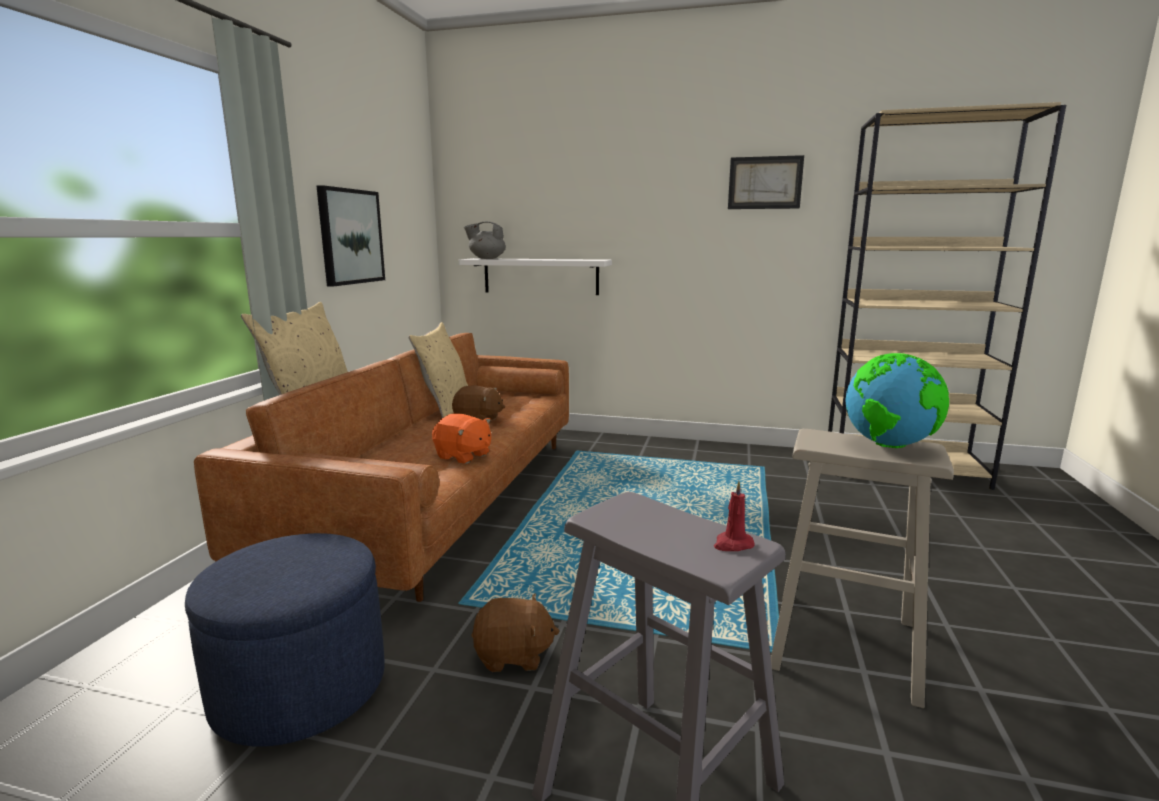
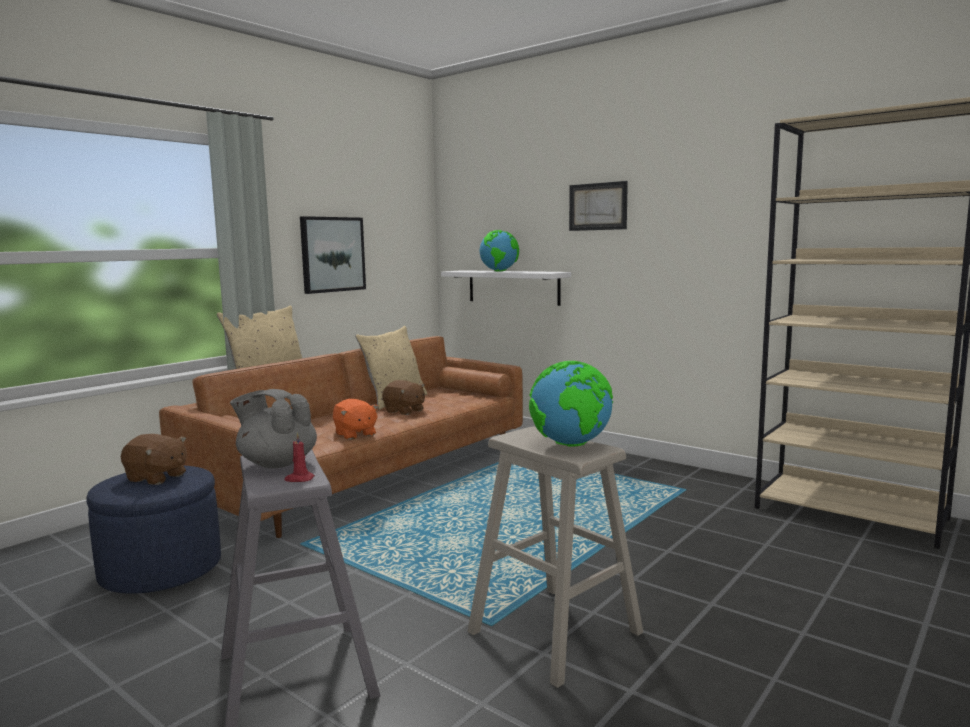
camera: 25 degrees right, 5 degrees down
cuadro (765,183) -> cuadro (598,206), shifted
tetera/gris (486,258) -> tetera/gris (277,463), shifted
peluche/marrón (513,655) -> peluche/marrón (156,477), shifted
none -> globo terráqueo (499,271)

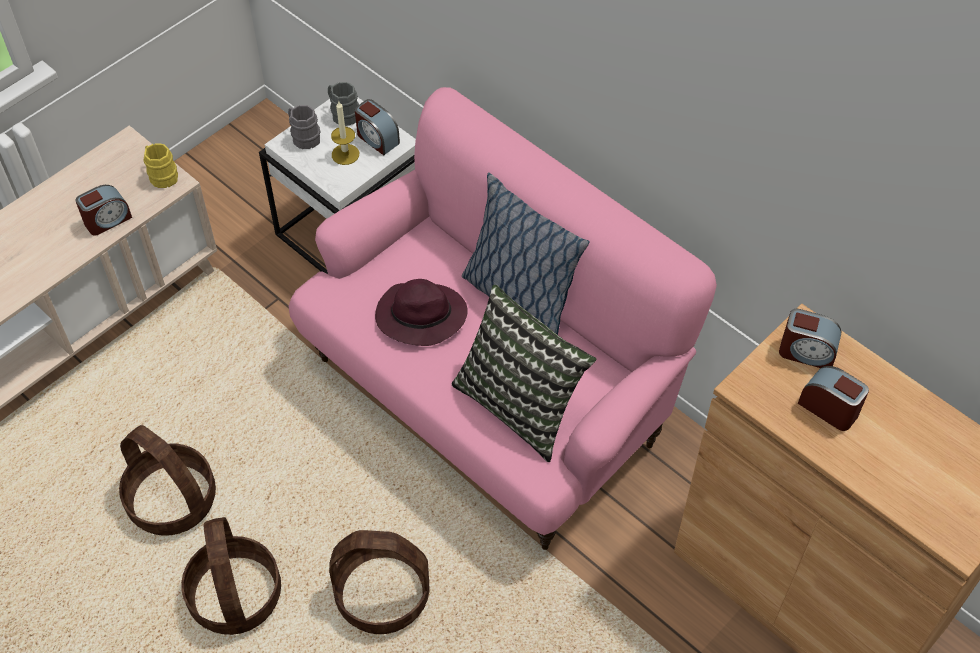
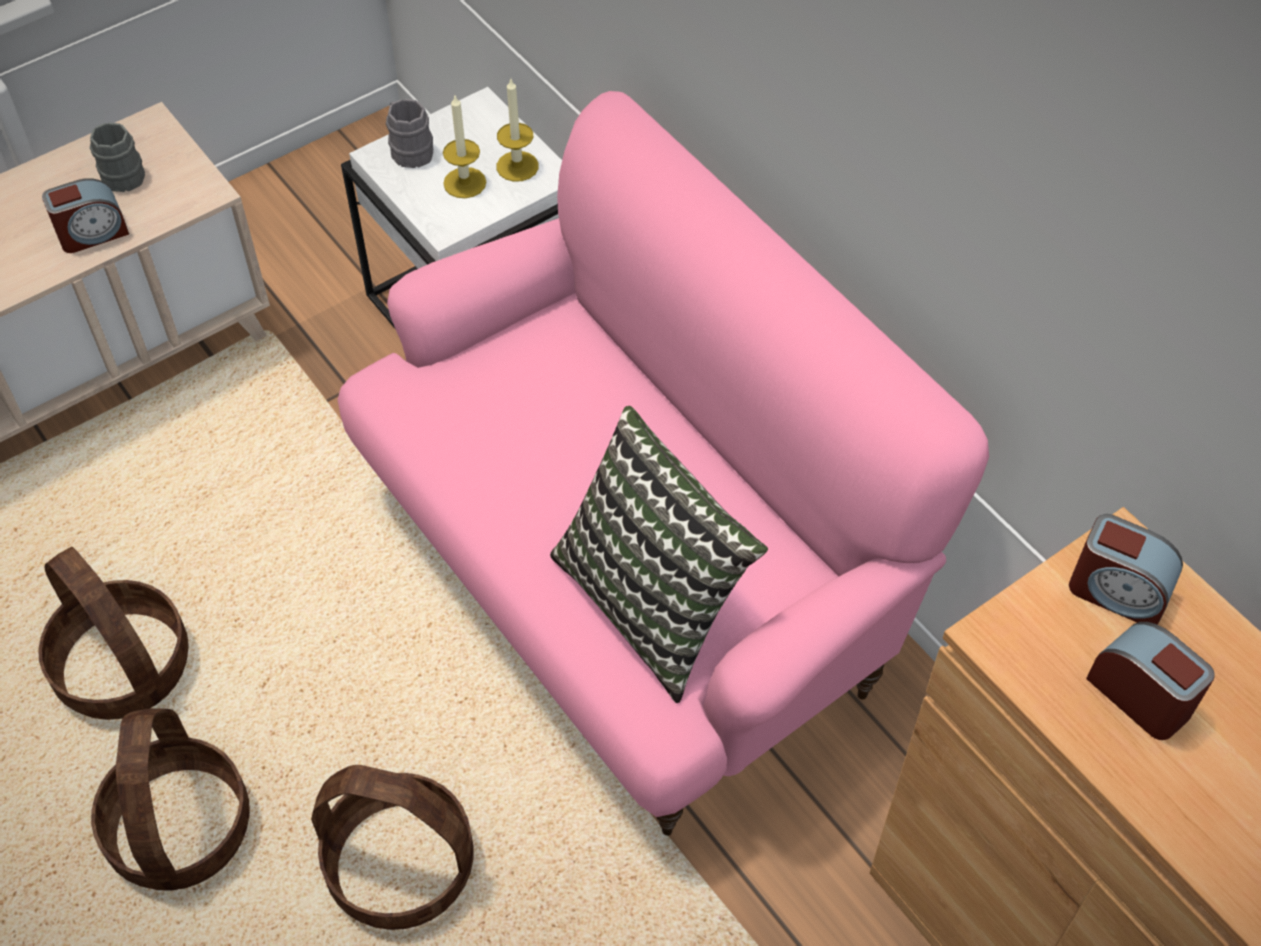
camera: 10 degrees right, 0 degrees up
taza grande/gris (343,114) -> taza grande/gris (120,173), shifted
despertador (377,139) -> vela (517,166)
taza grande/amarillo (161,175) -> none
cojín (519,299) -> none
sombrero/morado (419,317) -> none

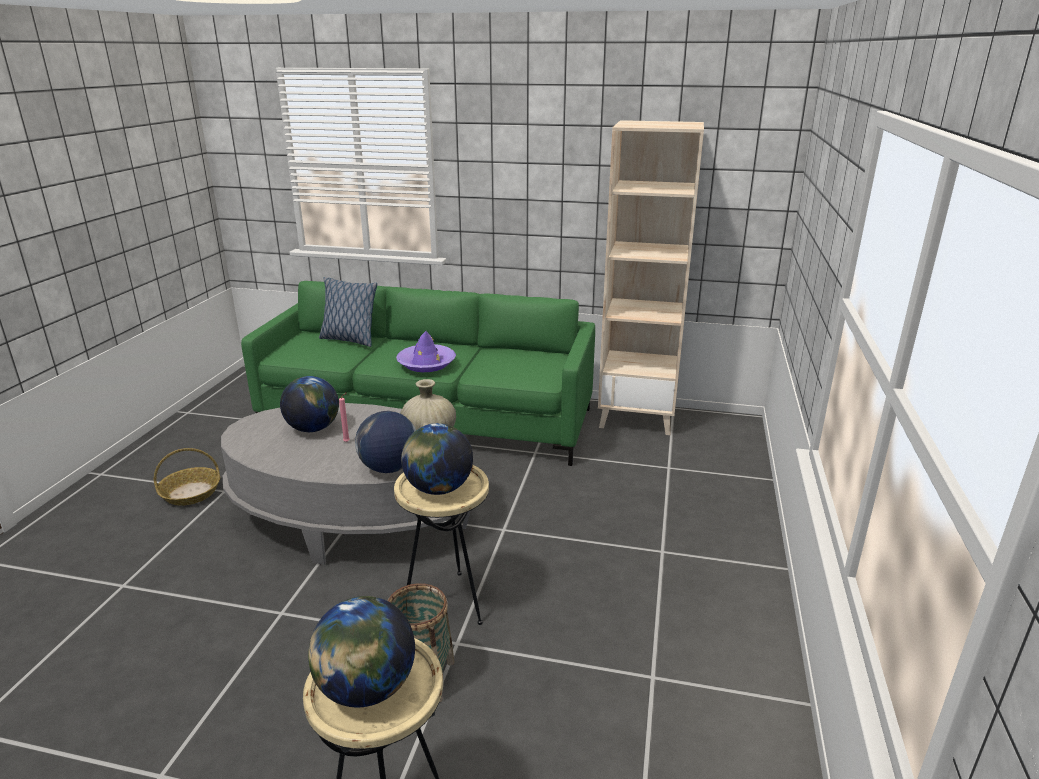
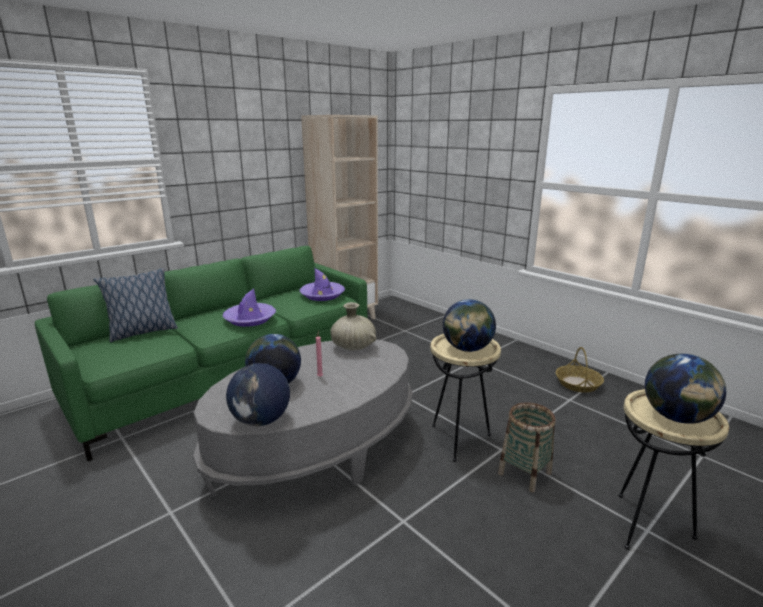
camera: 55 degrees left, 5 degrees down
globo terráqueo (389,468) -> globo terráqueo (261,421), shifted
cesta (191,493) -> cesta (577,383), shifted
none -> sombrero/morado (322,295)

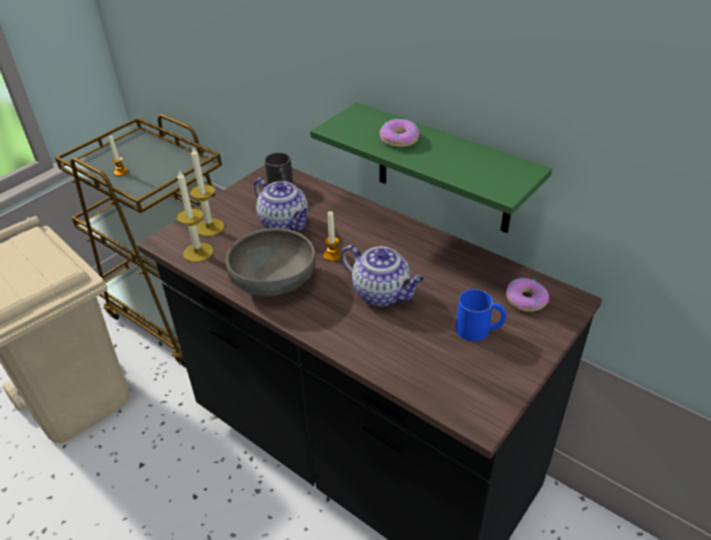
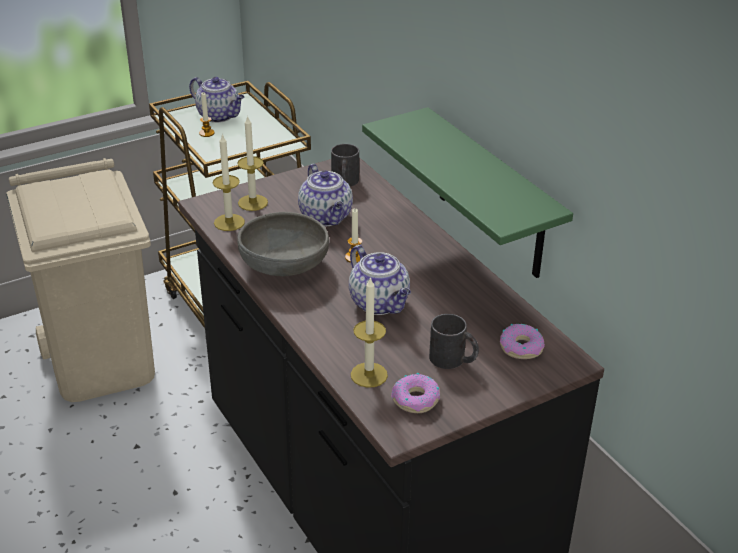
camera: 20 degrees right, 5 degrees down
rosquilla (400,139) -> rosquilla (416,399), shifted
taza grande/azul (479,329) -> taza grande/negro (453,360)
none -> tetera (219,116)
none -> vela (369,375)

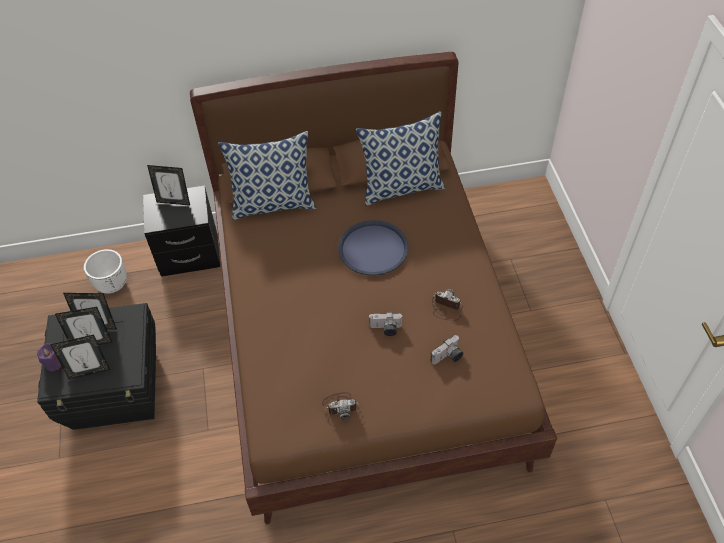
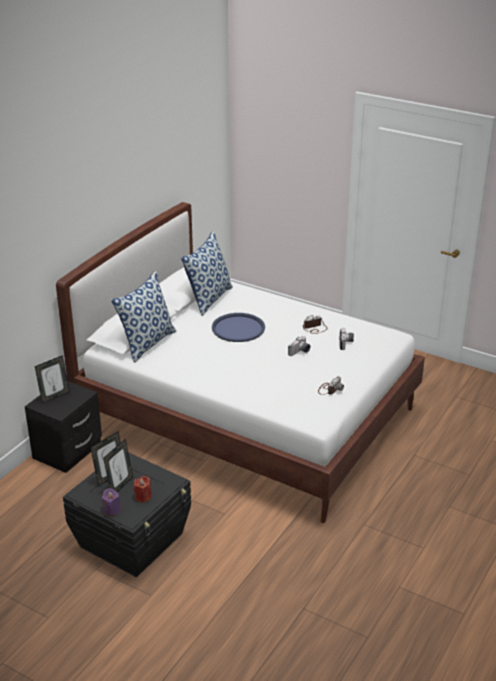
camera: 50 degrees left, 20 degrees down
cama/marrón (365,338) -> cama/blanco (247,416)
maceta/blanco (113,285) -> none
portarretratos (89,371) -> vela/rojo (143,497)

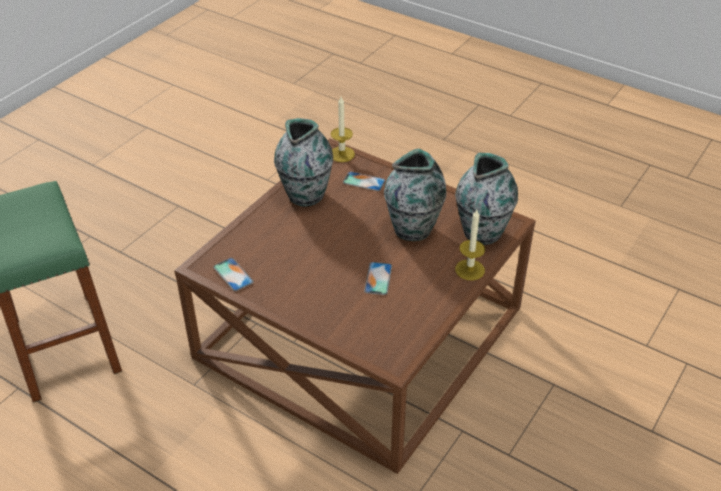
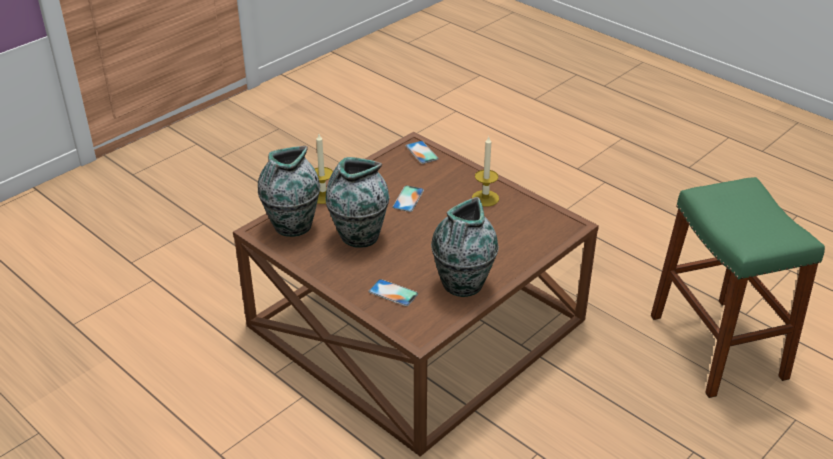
camera: 170 degrees left, 5 degrees down
vela (342,154) -> vela (485,198), shifted
móvil (233,274) -> móvil (421,152), shifted

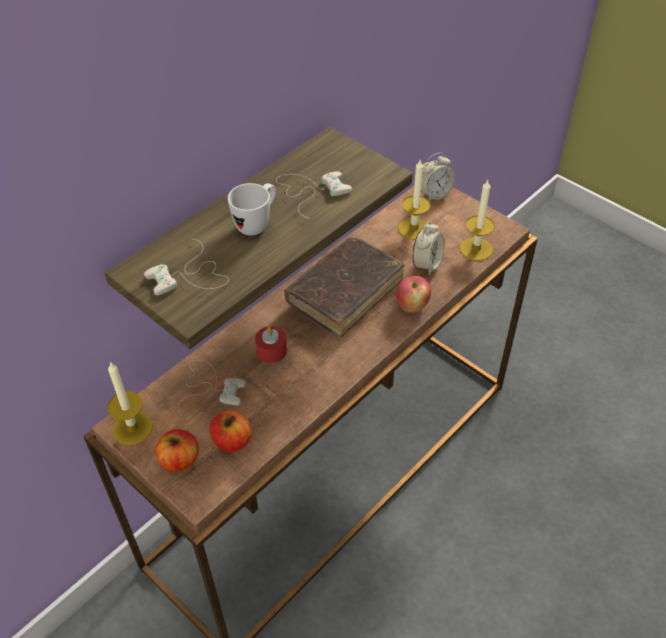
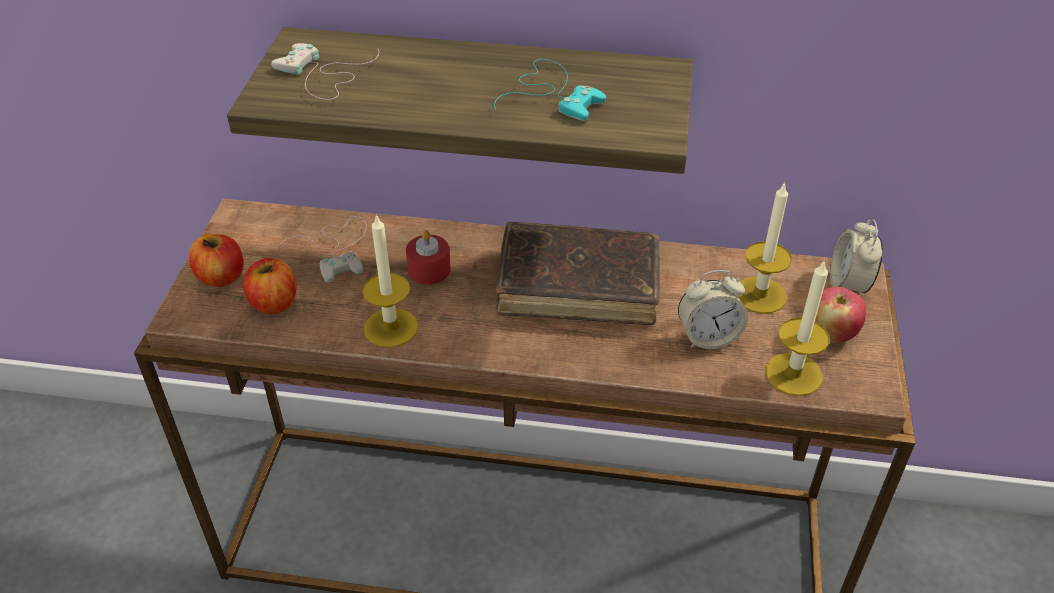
camera: 55 degrees right, 5 degrees down
despertador (434,194) -> despertador (849,284), 75 degrees clockwise
mando de consola/blanco (310,191) -> mando de consola/turquesa (552,93)
taza grande/blanco (257,223) -> none
manzana (412,306) -> manzana (830,334), shifted
vela (132,428) -> vela (391,327), shifted

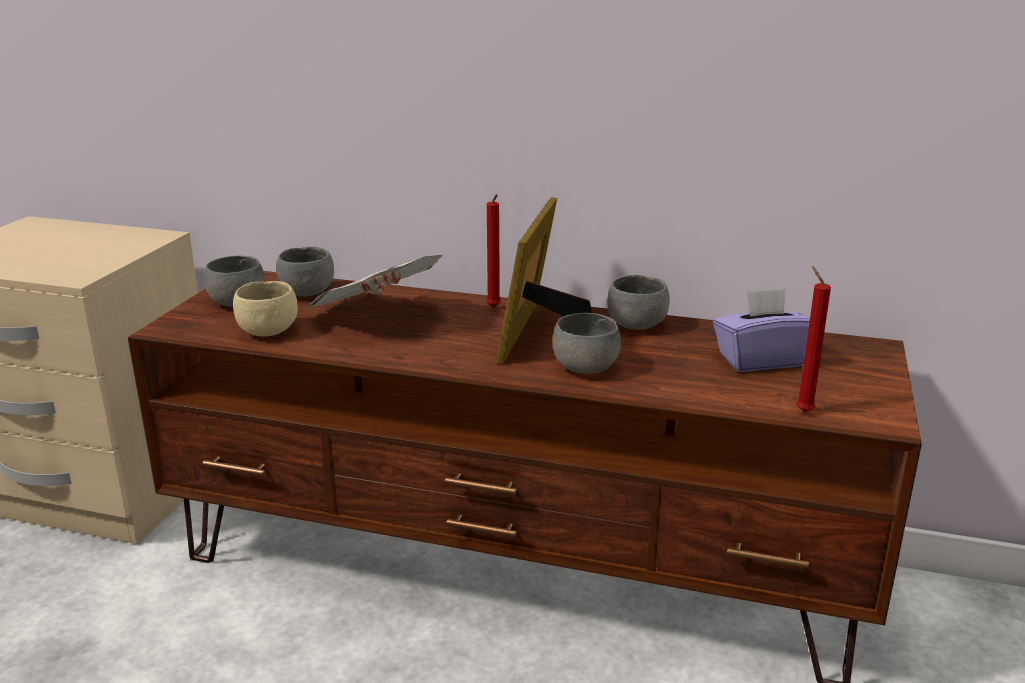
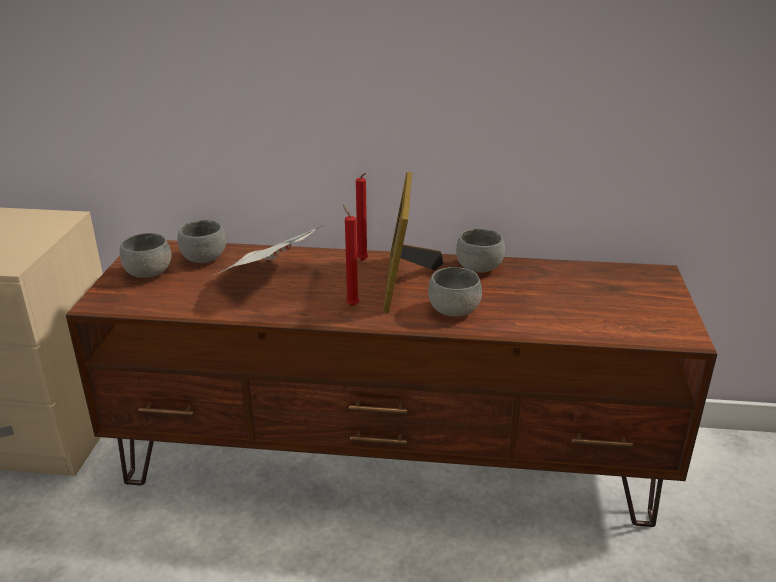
camera: 10 degrees left, 5 degrees up
vela/rojo (802,410) -> vela/rojo (351,305), shifted
cuenco/beis (268,331) -> none
caja de pañuelos/morado (762,360) -> none

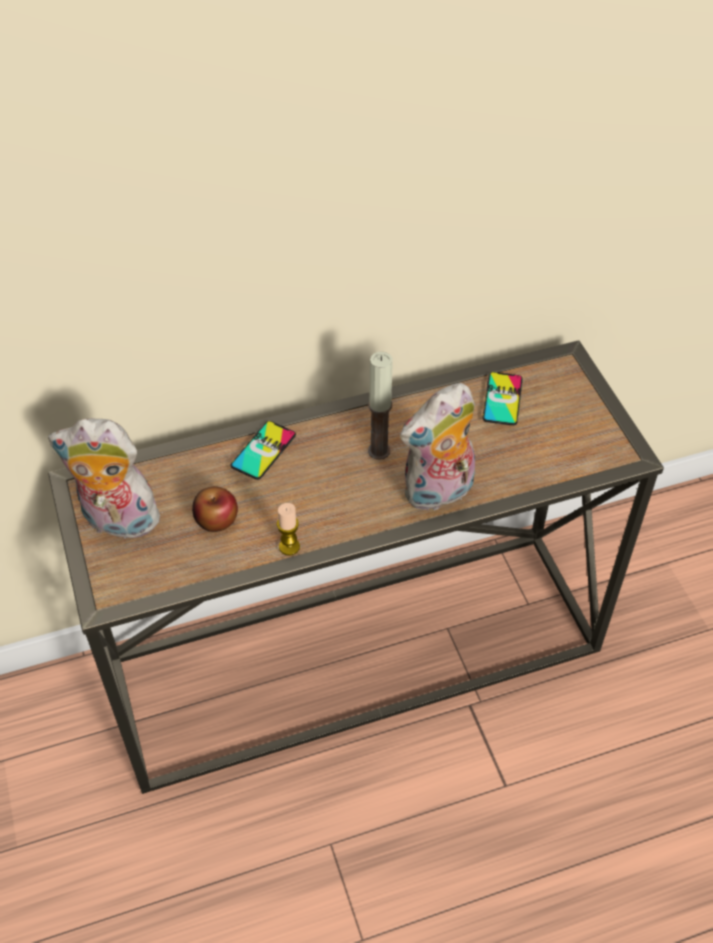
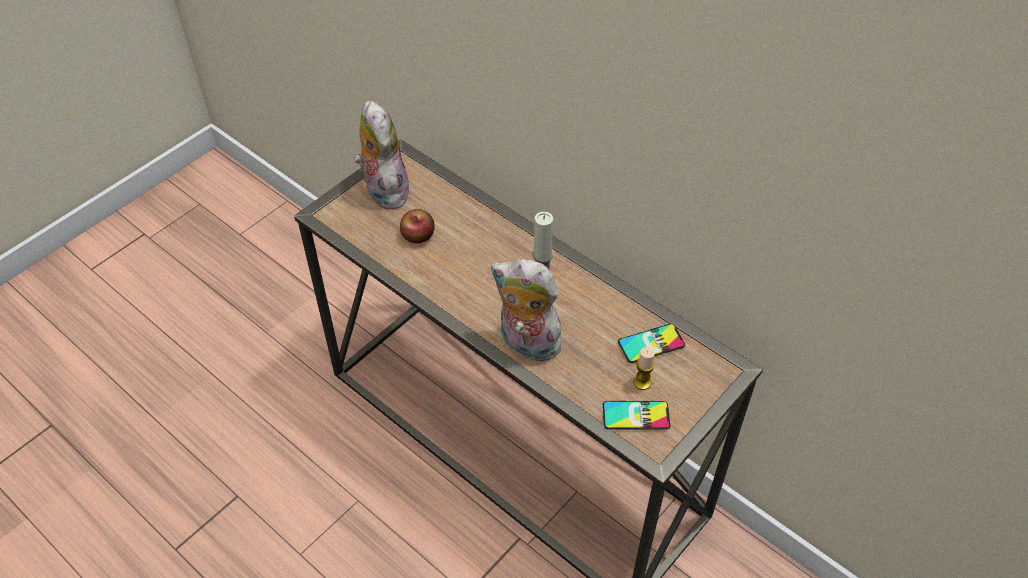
camera: 60 degrees right, 0 degrees up
móvil (263,450) -> móvil (636,415), shifted
vela (289,546) -> vela (642,382), shifted

